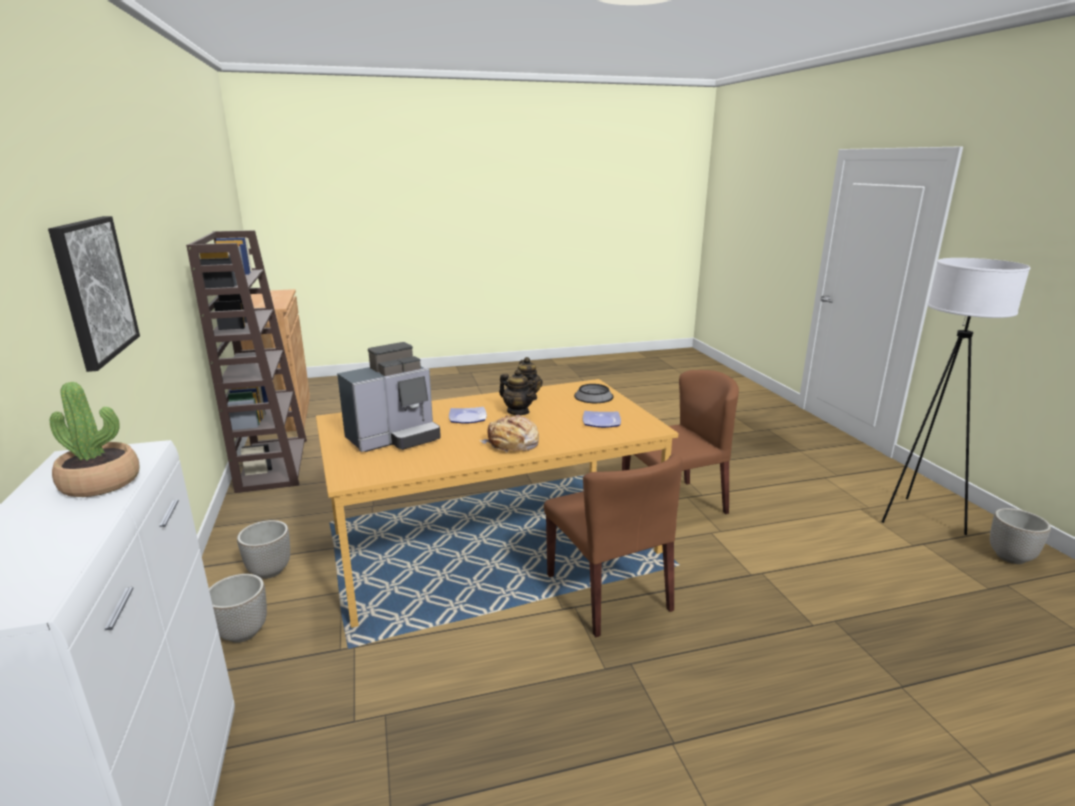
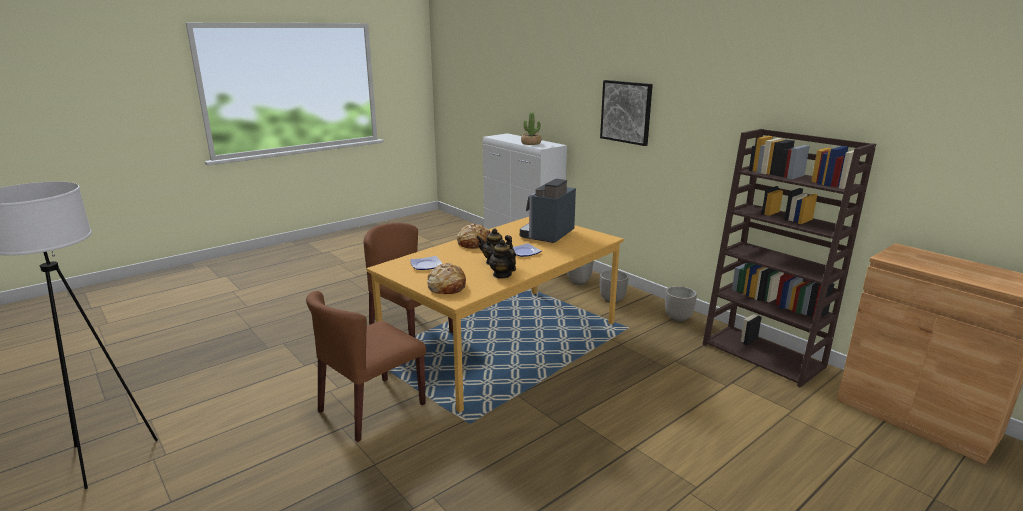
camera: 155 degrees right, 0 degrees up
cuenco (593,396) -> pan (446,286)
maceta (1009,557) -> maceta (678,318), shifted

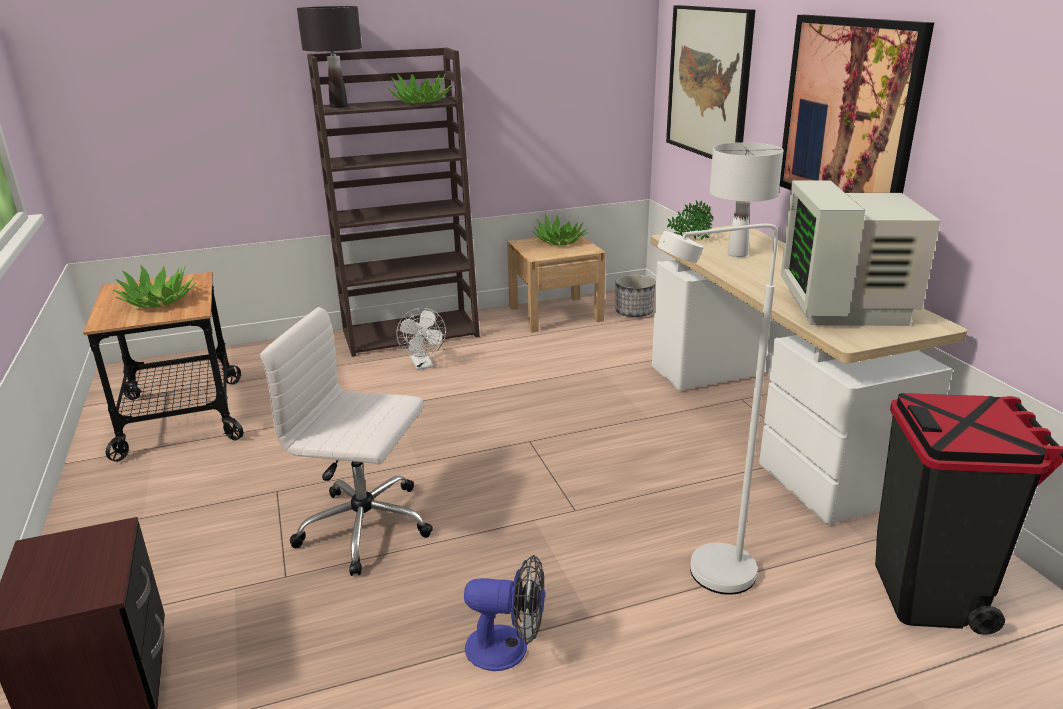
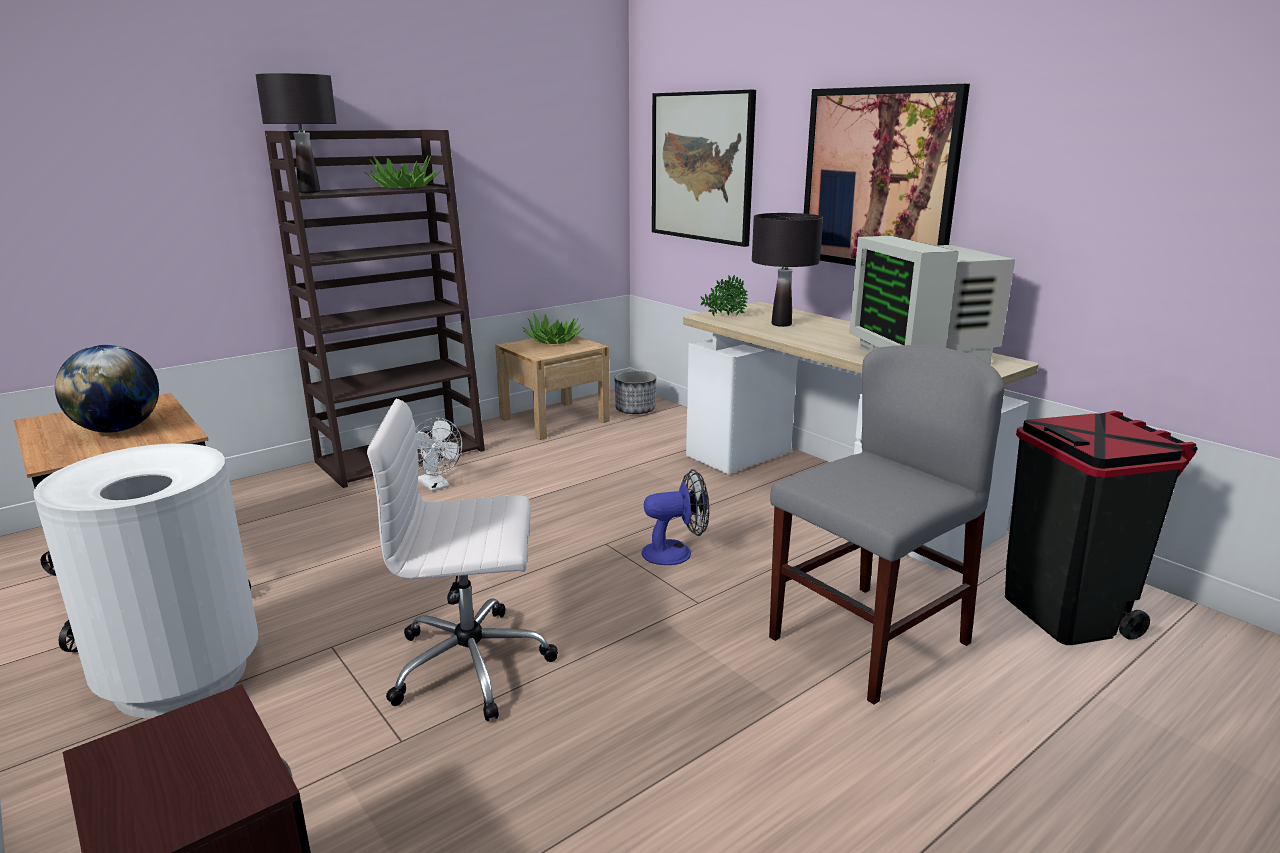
camera: 20 degrees left, 5 degrees down
lámpara de mesa/blanco (737,254) -> lámpara de mesa/negro (781,324)
lámpara de pie/blanco (706,576) -> silla/gris (868,640)
planta en maceta (158,301) -> globo terráqueo (118,429)
ventilador (508,648) -> ventilador (675,552), shifted
none -> papelera/blanco (181,677)

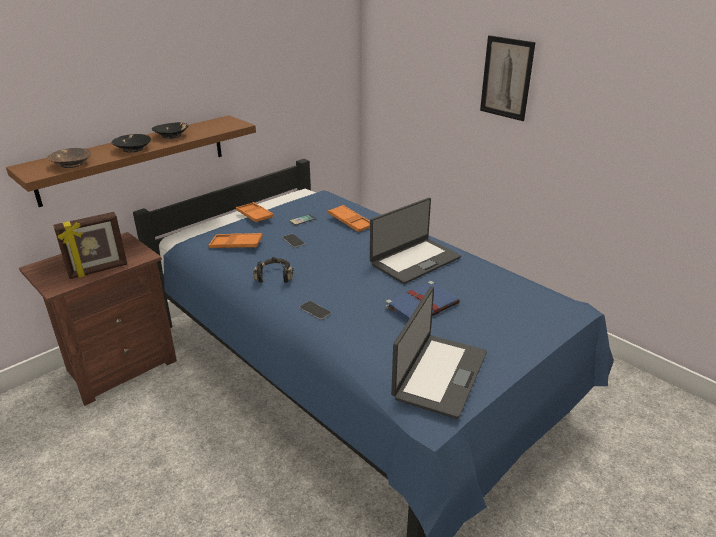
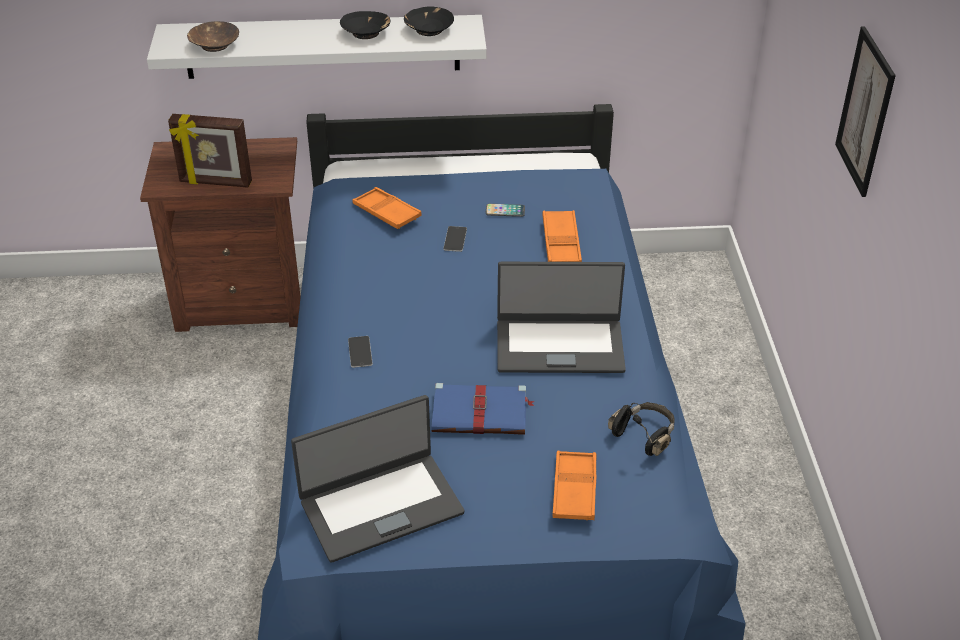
camera: 40 degrees right, 10 degrees up
estante/marrón (134,158) -> estante/blanco (322,46)
cuenco/negro (132,149) -> cuenco/negro (428,29), shifted
bandeja/naranja (254,215) -> bandeja/naranja (574,490), shifted
auriculares/negro (275,276) -> auriculares/negro (644,435), shifted

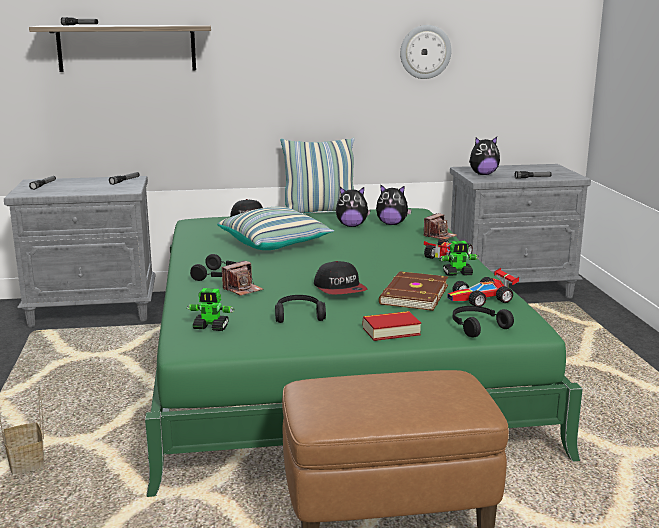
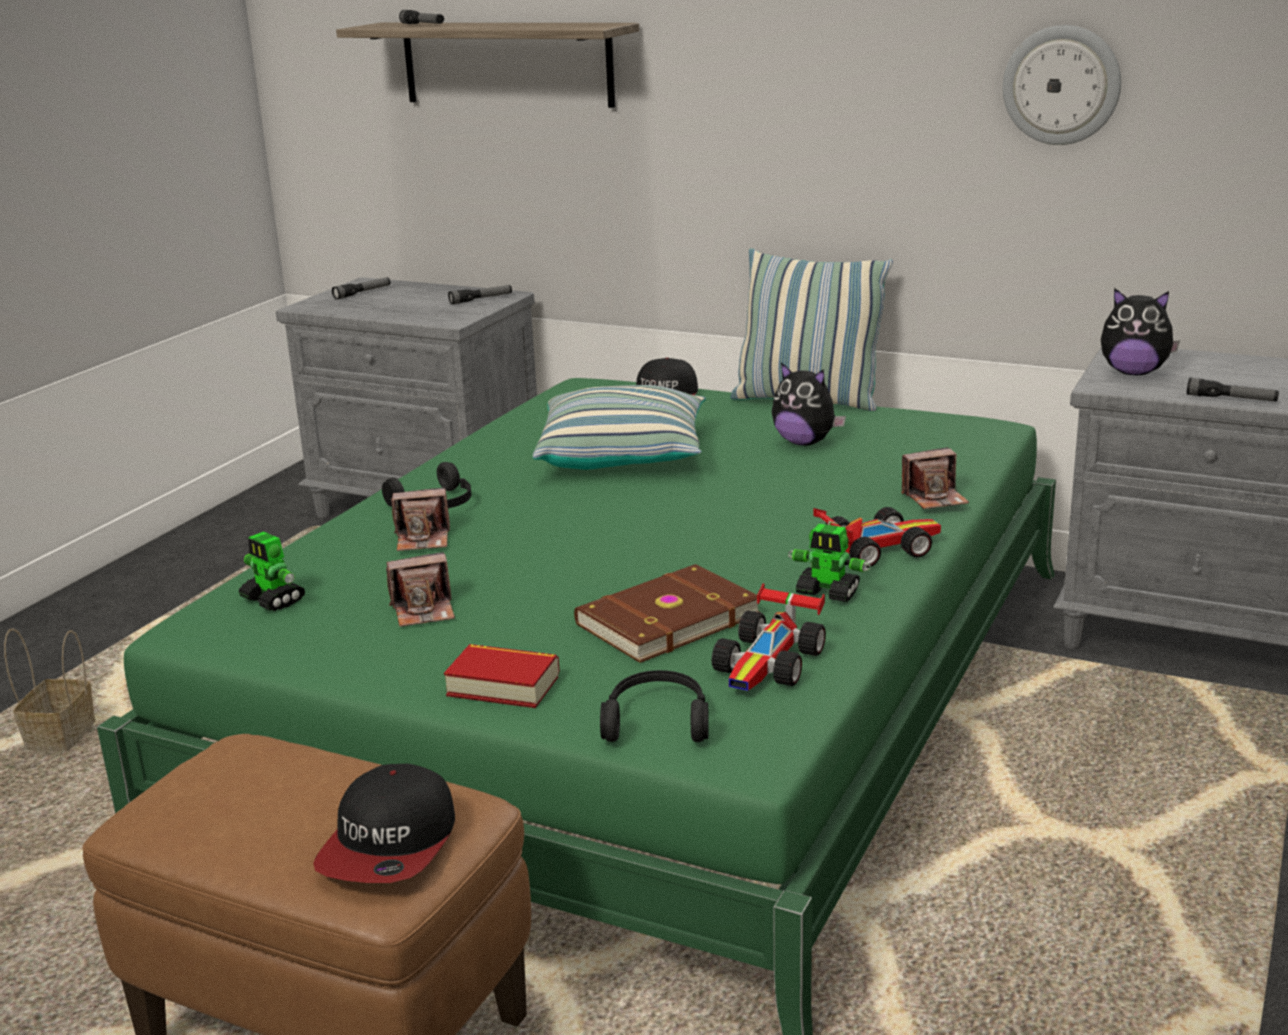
camera: 35 degrees right, 5 degrees up
peluche (392,224) -> none
gorra (340,289) -> gorra (390,844), shifted
coche de juguete (482,299) -> coche de juguete (771,662), 75 degrees counterclockwise
auriculares/negro (298,315) -> cámara (424,611)

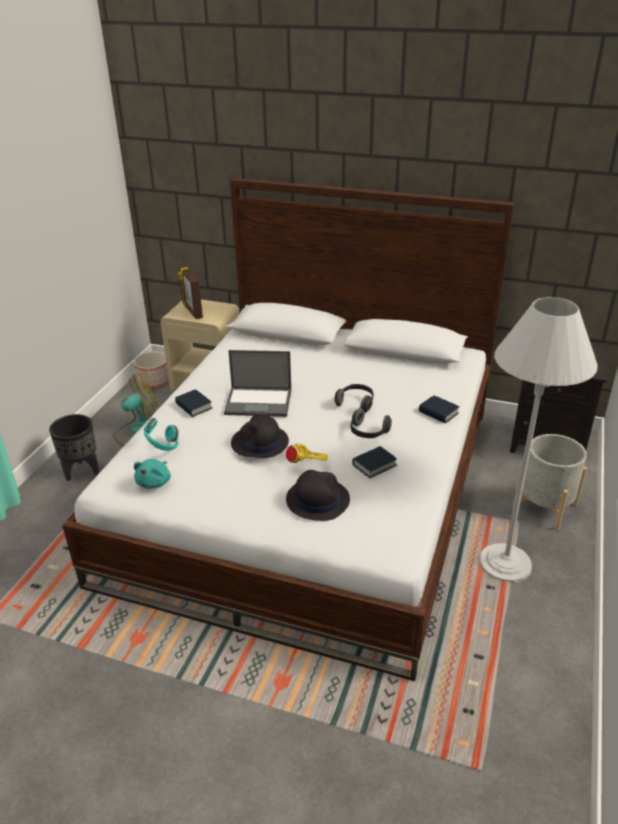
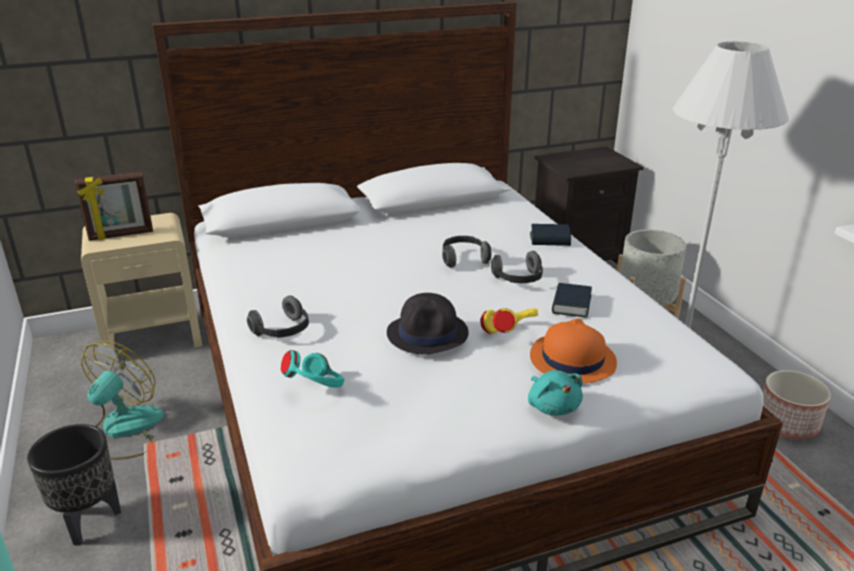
camera: 40 degrees left, 5 degrees down
portarretratos (192,311) -> portarretratos (121,235), 45 degrees counterclockwise
portátil (259,402) -> none
maceta (154,381) -> maceta (786,423), shifted
libro (193,406) -> auriculares (283,331)
peluche/turquesa (155,482) -> peluche/turquesa (552,406), shifted
sombrero/negro (317,499) -> sombrero/naranja (571,359)

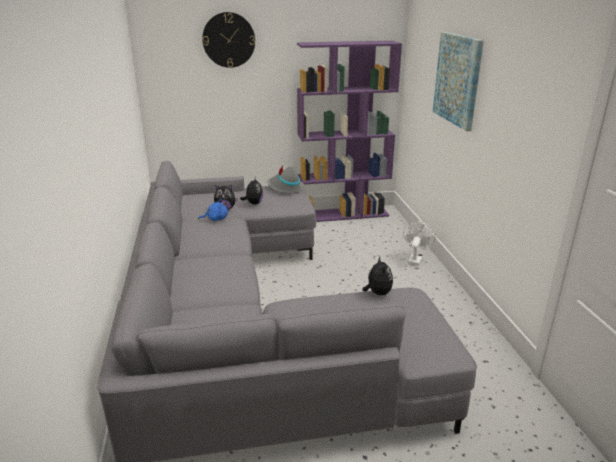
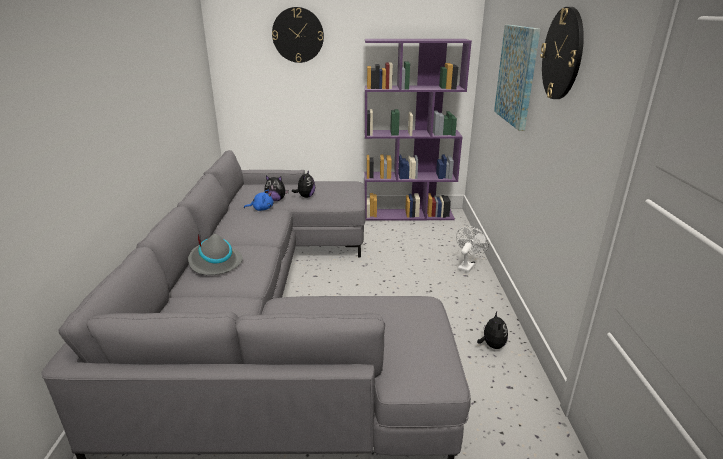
camera: 10 degrees right, 0 degrees up
sombrero/gris (285,188) -> sombrero/gris (214,262), shifted
peluche (377,293) -> peluche (492,345), shifted
none -> reloj de pared (562,54)

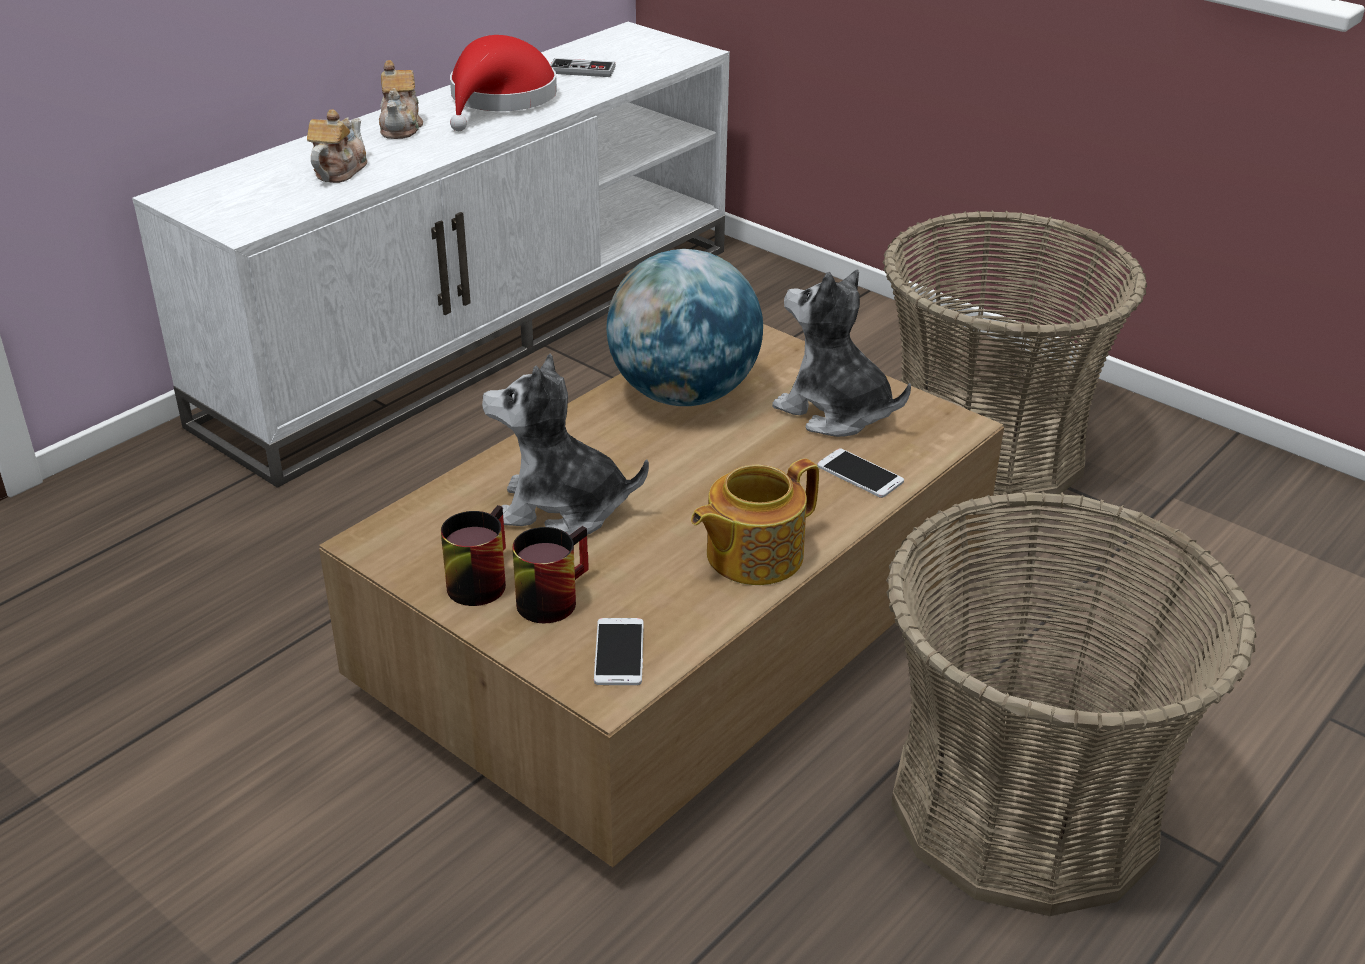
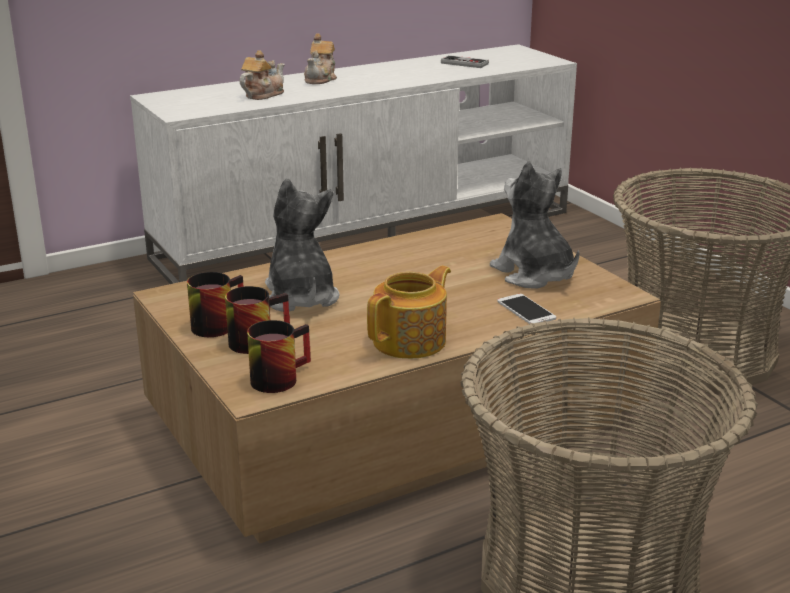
camera: 20 degrees right, 10 degrees down
sombrero/rojo (500,100) -> none
globo terráqueo (683,394) -> none
peluche (561,509) -> peluche (300,297), 45 degrees clockwise
tetera (752,555) -> tetera (411,341), 150 degrees clockwise
móvil (619,652) -> taza grande (277,376)

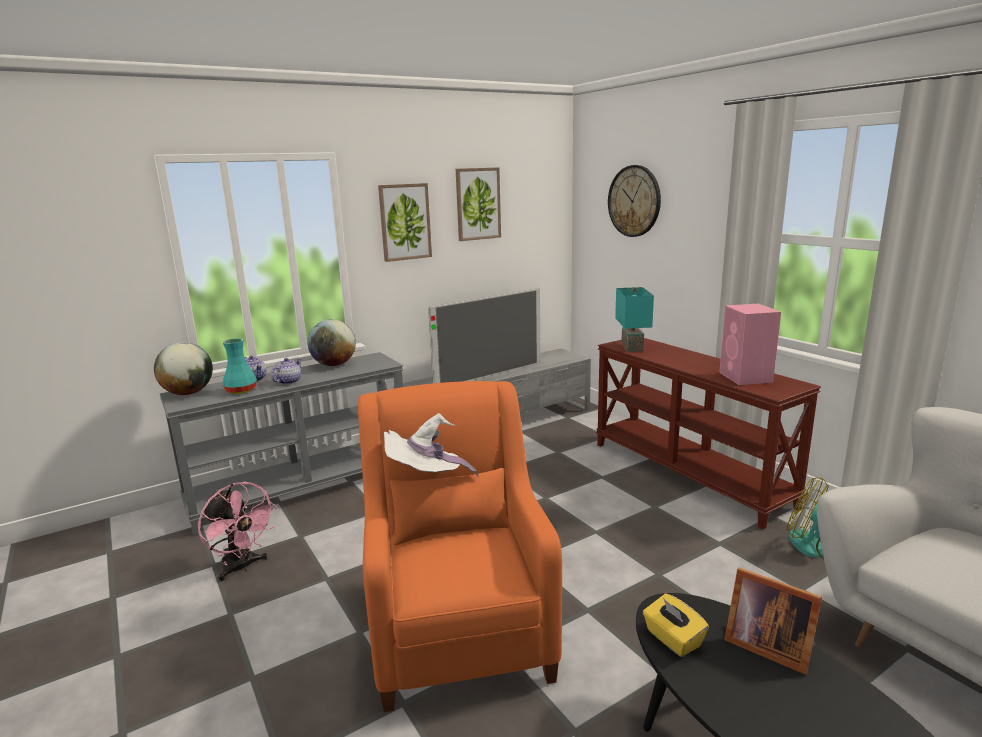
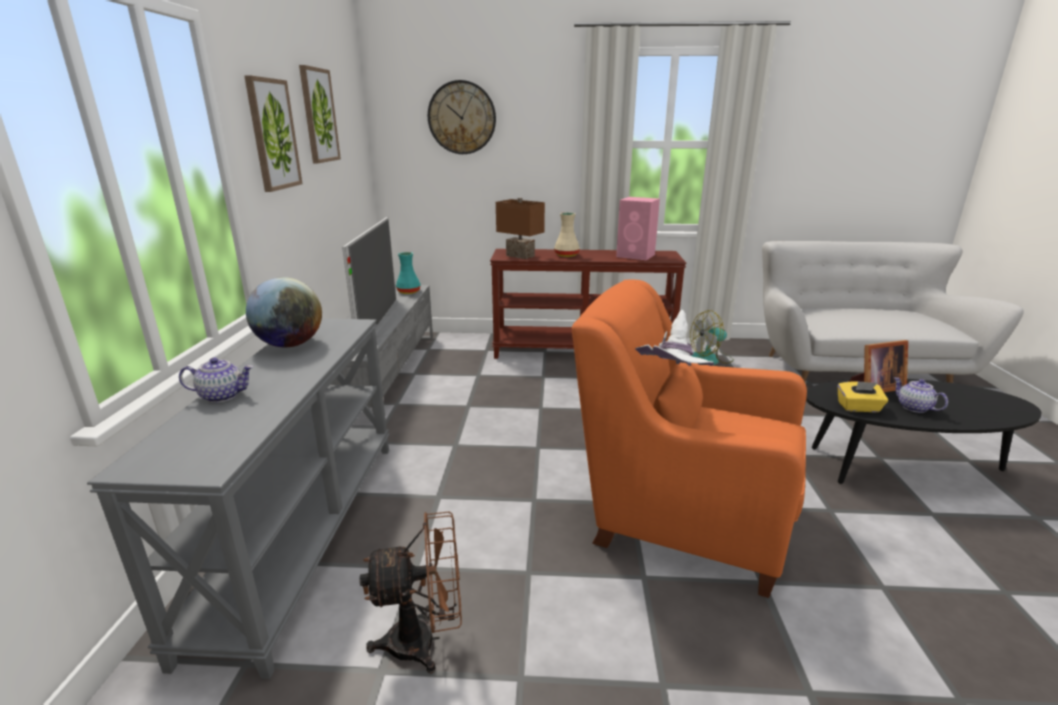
camera: 55 degrees left, 5 degrees up
lámpara de mesa/turquesa (633,347) -> lámpara de mesa/marrón (521,256)
florero/turquesa (240,391) -> florero/turquesa (408,292), shifted
globo terráqueo (188,393) -> none
tetera (288,381) -> tetera (913,407), shifted
ventilador/rosa (242,567) -> ventilador/marrón (425,641)
none -> florero/beis (566,255)

